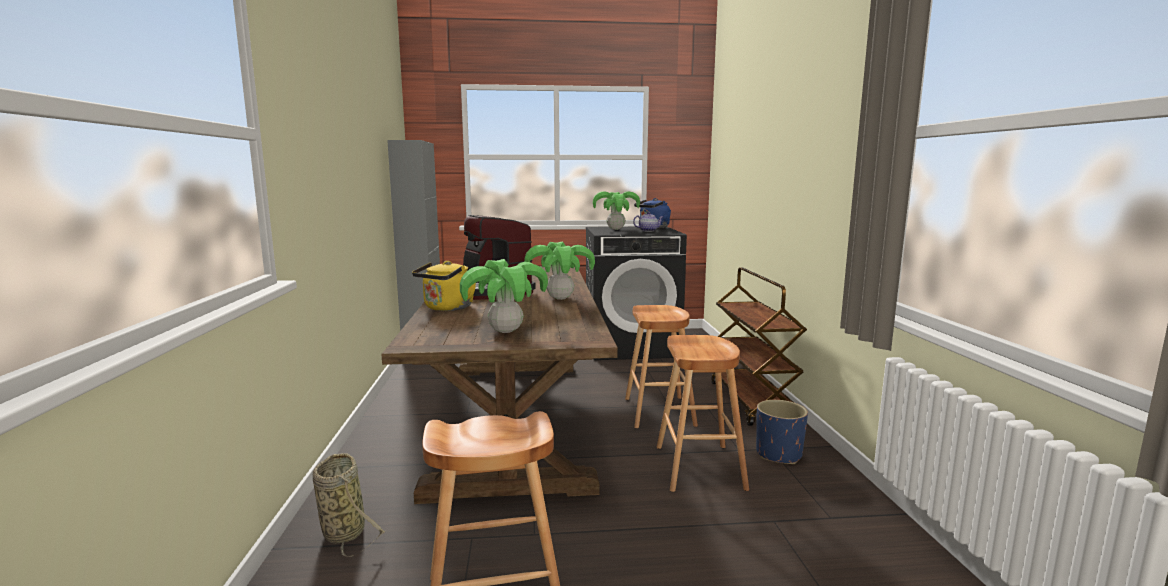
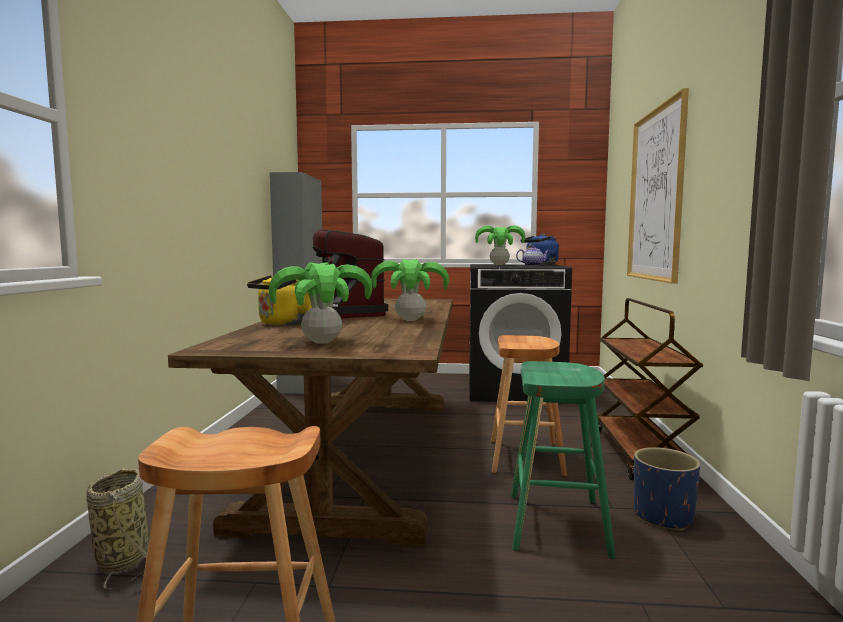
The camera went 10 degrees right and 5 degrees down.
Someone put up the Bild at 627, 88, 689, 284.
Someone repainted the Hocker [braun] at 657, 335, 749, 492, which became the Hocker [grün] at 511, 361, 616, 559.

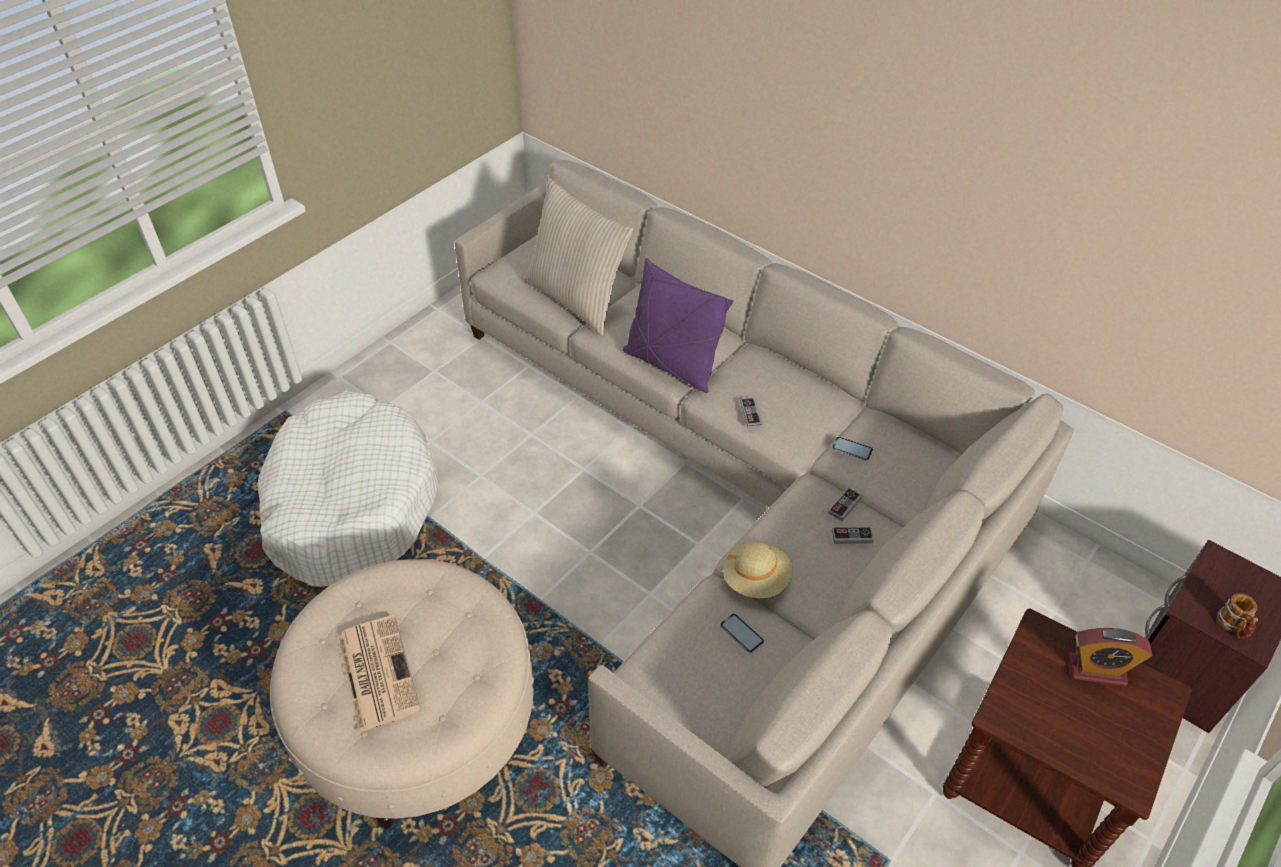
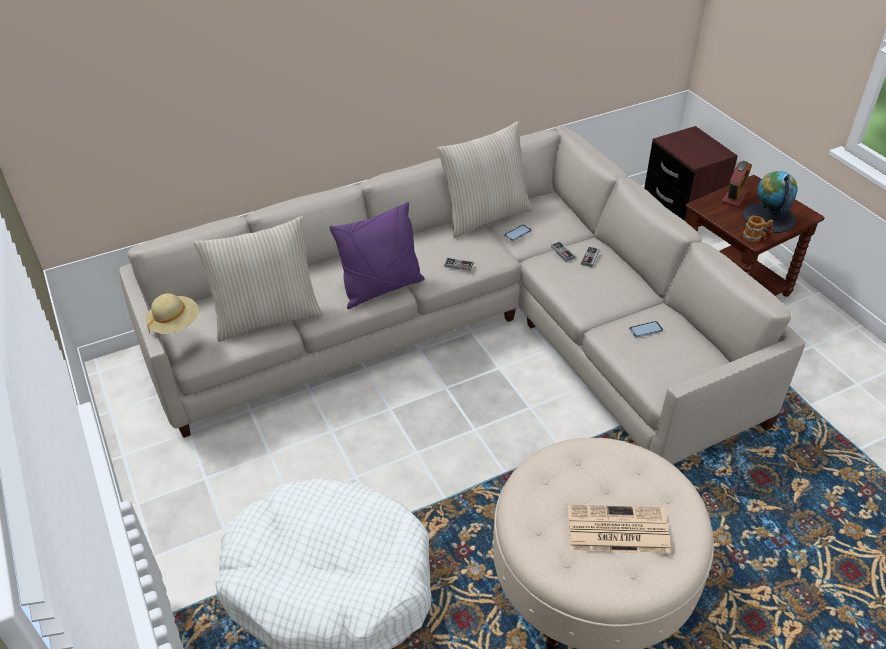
The camera went 65 degrees left and 5 degrees down.
Someone put down the Kissen [beige] at 437, 121, 533, 238.
Someone put down the Globus at 743, 171, 798, 233.
Someone carried the Hut [beige] from 723, 541, 793, 598 to 146, 293, 199, 334.
Someone carried the Henkelbecher from 1217, 593, 1258, 639 to 743, 216, 773, 242.

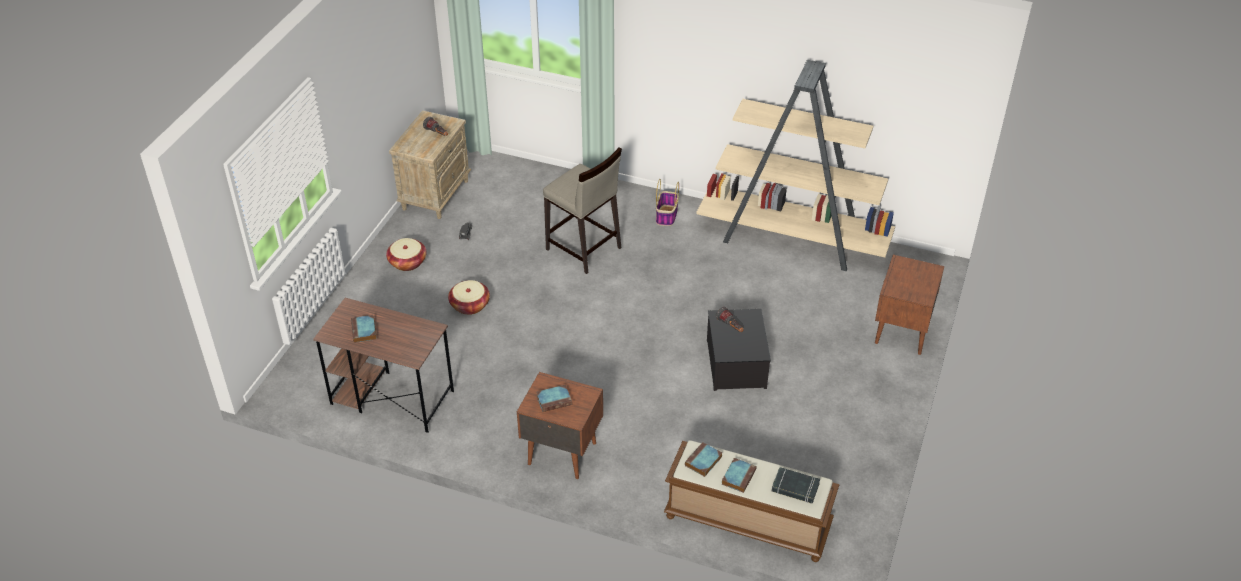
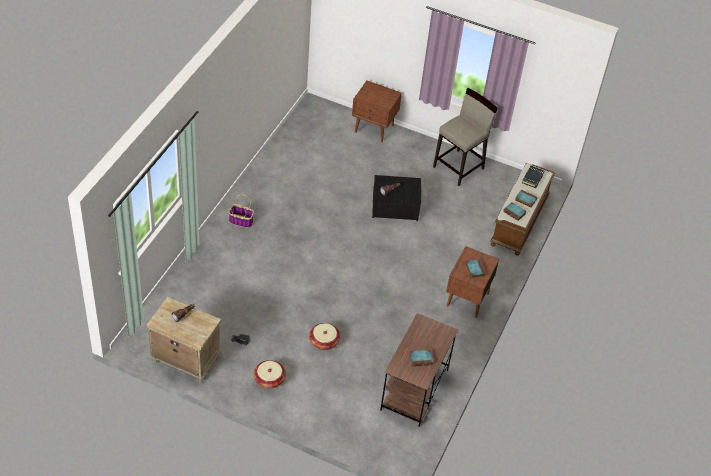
The camera went 90 degrees left and 5 degrees up.
Someone took away the Bücherregal [beige] at 697, 60, 895, 271.
Someone carried the Hocker [beige] from 543, 147, 622, 274 to 433, 88, 498, 186.

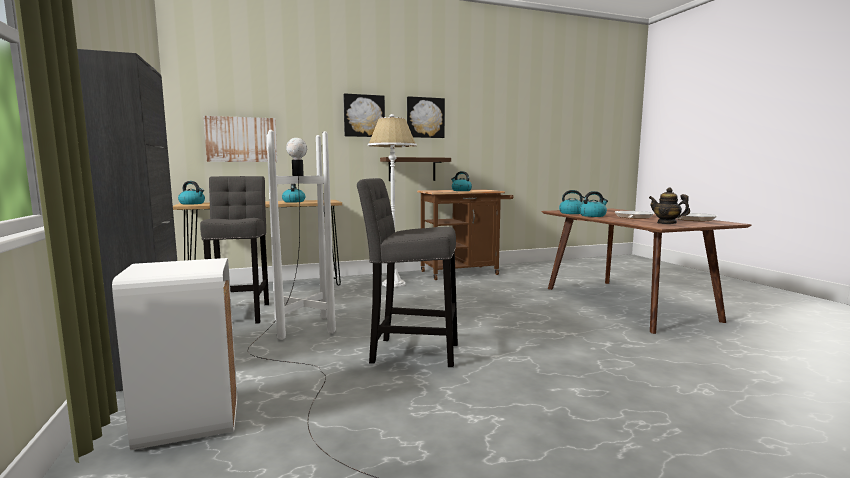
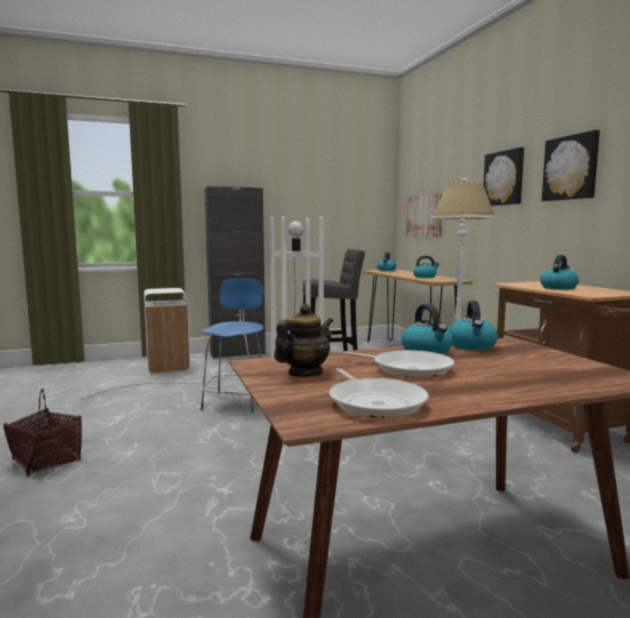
The camera went 90 degrees right and 0 degrees up.
Someone took away the Wandregal at 380, 157, 451, 181.
Someone put down the Korb at 4, 388, 82, 476.
Someone swapped the Hocker [grau] at 357, 178, 458, 367 for the Stuhl [blau] at 201, 278, 263, 413.

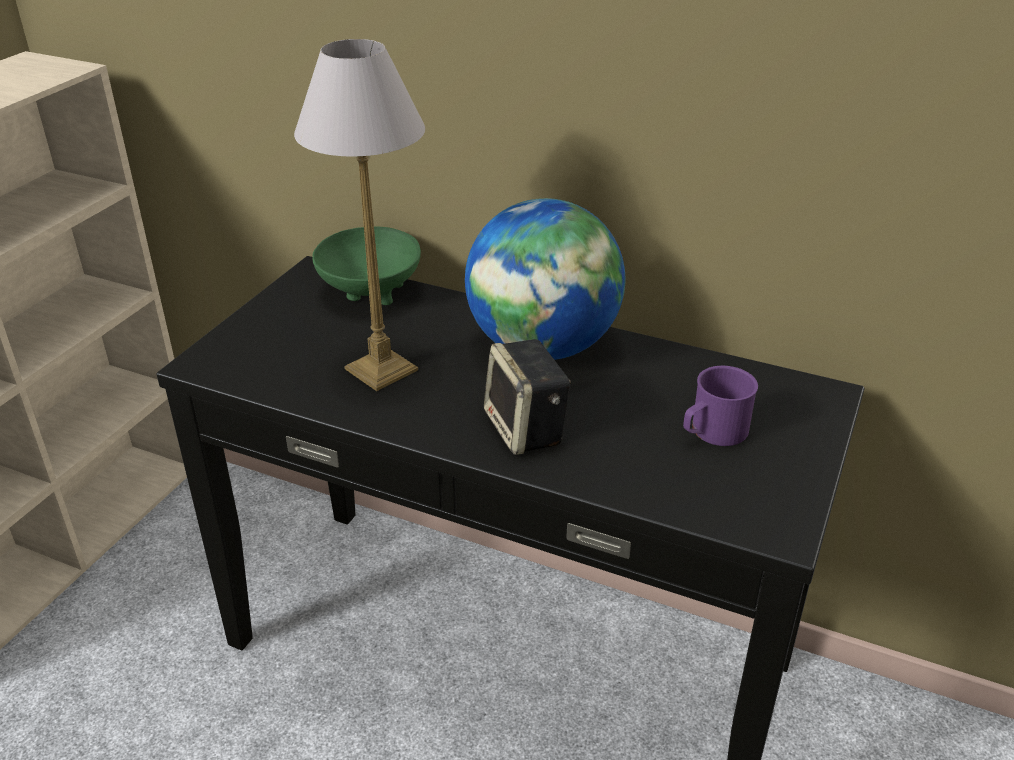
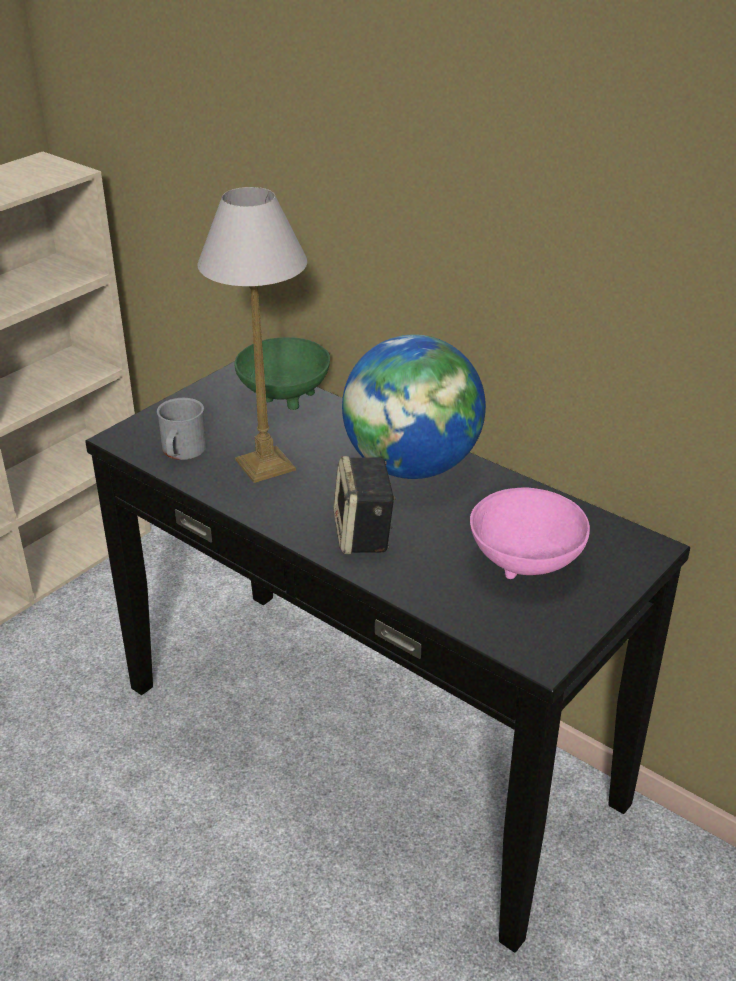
The camera went 15 degrees right and 0 degrees up.
Someone put down the Henkelbecher [grau] at 157, 398, 207, 460.
Someone swapped the Henkelbecher [lila] at 683, 366, 758, 446 for the Schüssel [rosa] at 470, 488, 590, 579.

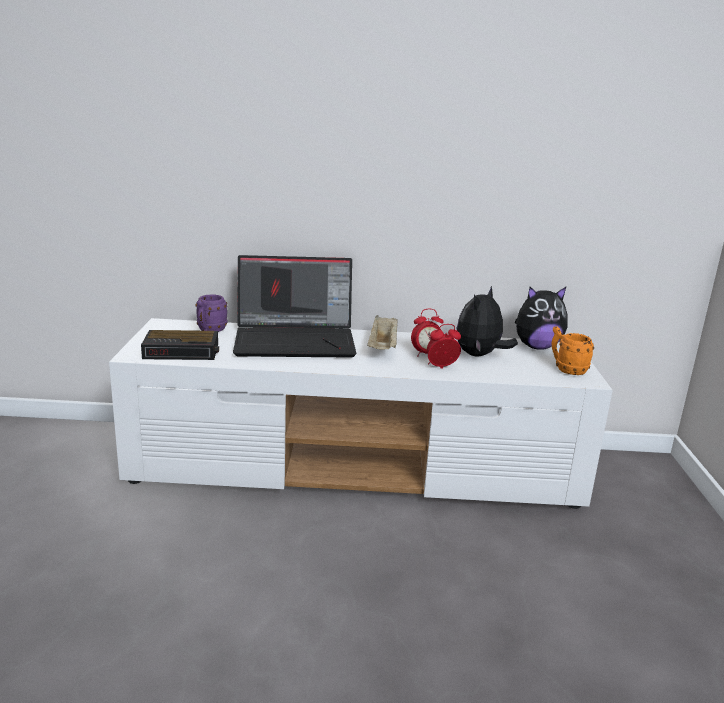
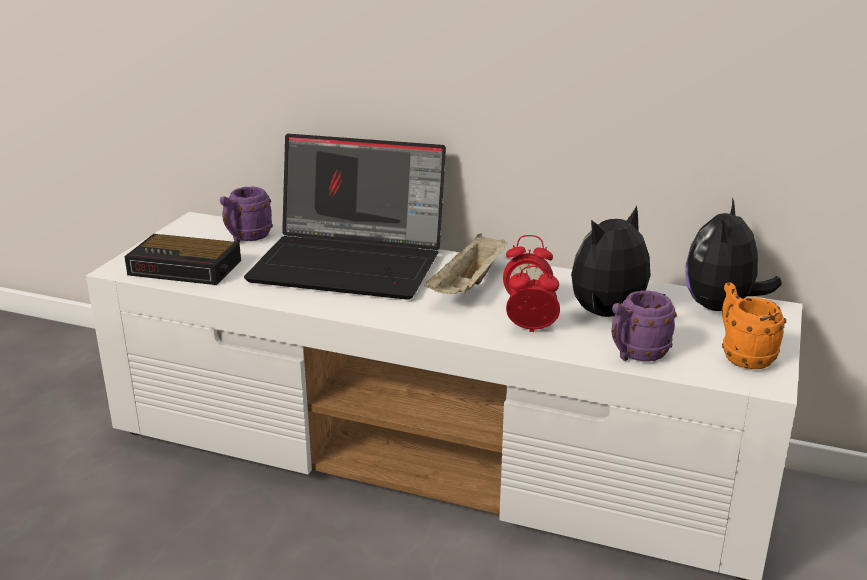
The camera went 20 degrees right and 5 degrees up.
Someone put down the Henkelbecher [lila] at 611, 290, 677, 362.
Someone rotated the Plüschtier at 515, 287, 568, 350 by 105 degrees clockwise.

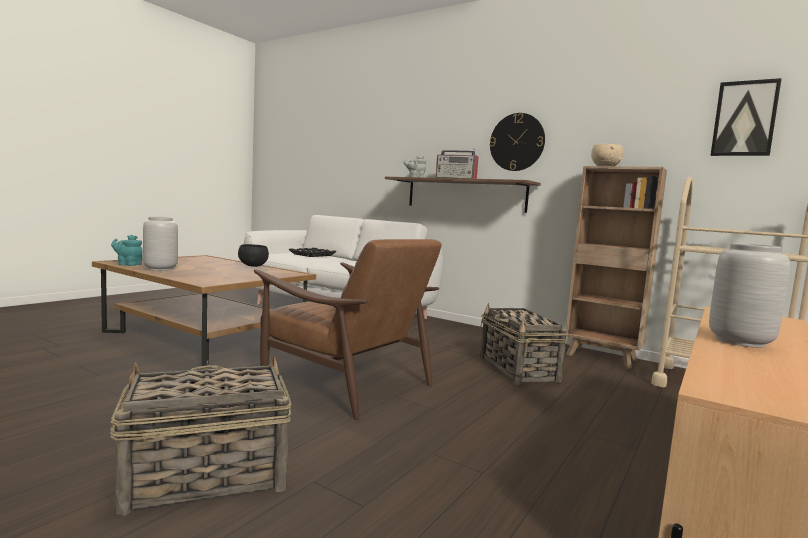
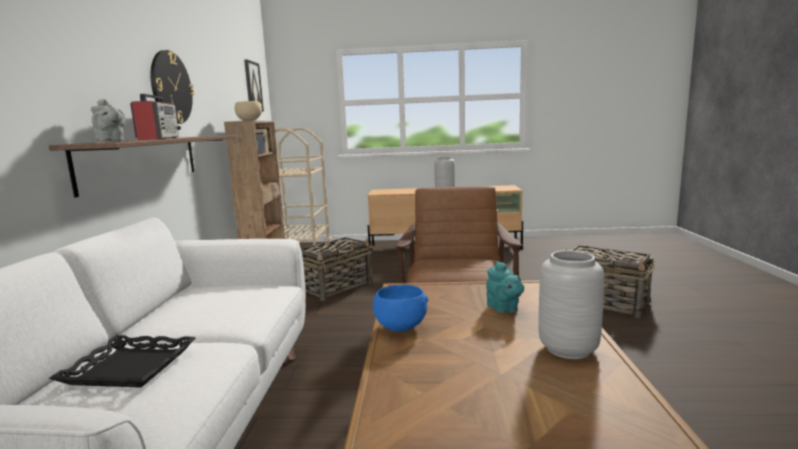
The camera went 120 degrees left and 5 degrees up.
Someone carried the Teekanne [türkis] from 111, 235, 143, 266 to 486, 261, 524, 313.
Someone repainted the Schüssel [schwarz] at 238, 244, 269, 267, which became the Schüssel [blau] at 373, 285, 429, 332.

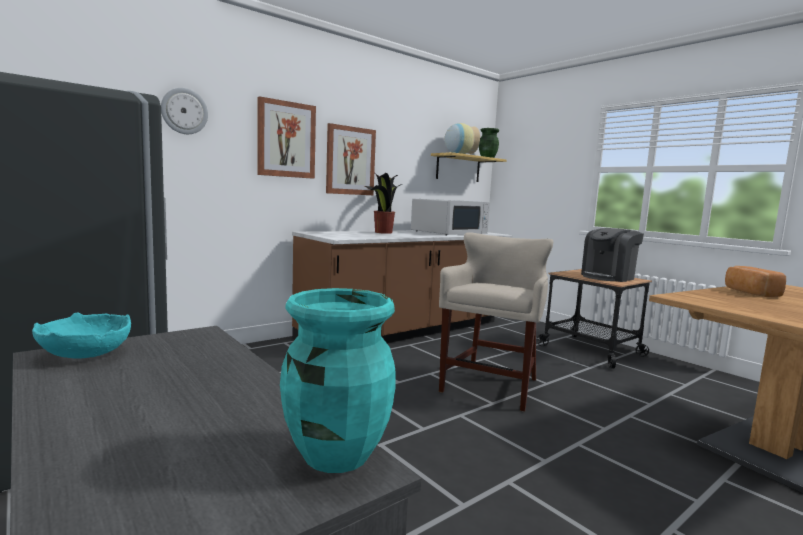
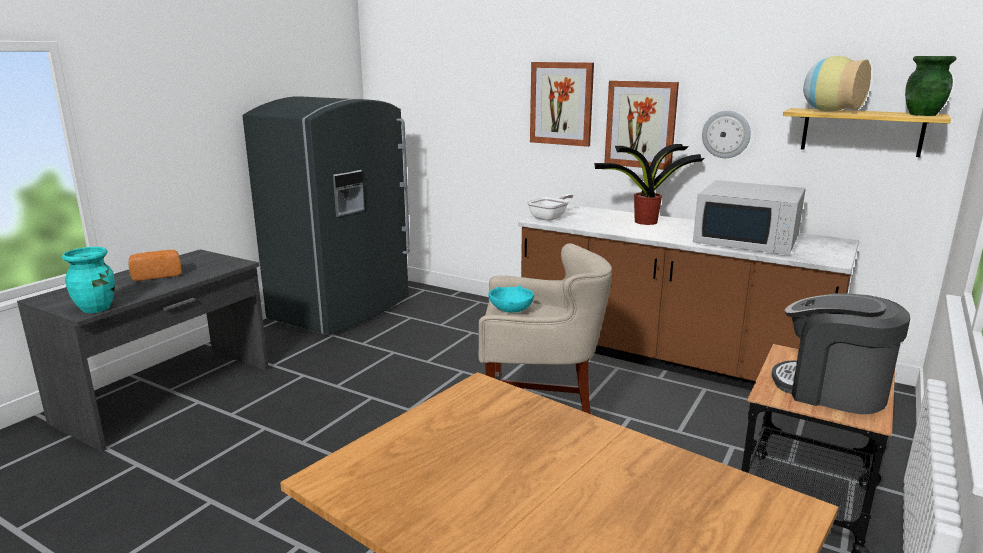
The camera went 70 degrees right and 10 degrees up.
Someone put down the Pfanne at 527, 194, 573, 221.
Someone carried the Schüssel [türkis] from 32, 312, 131, 359 to 488, 285, 534, 313.
Someone carried the Wanduhr from 161, 88, 208, 134 to 702, 111, 751, 158.
Someone carried the Brot from 725, 266, 786, 297 to 129, 250, 181, 281.

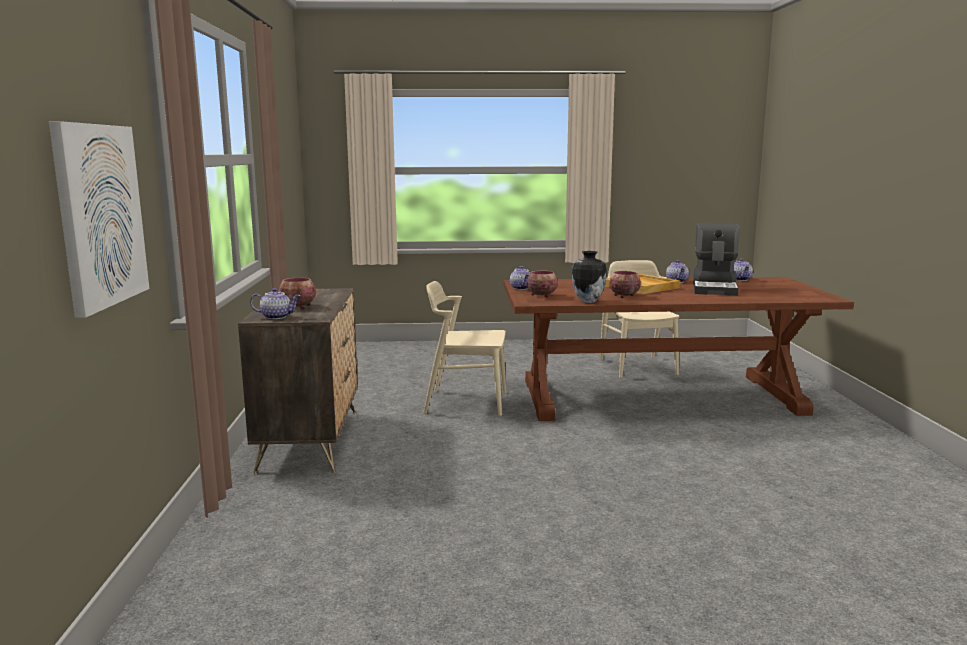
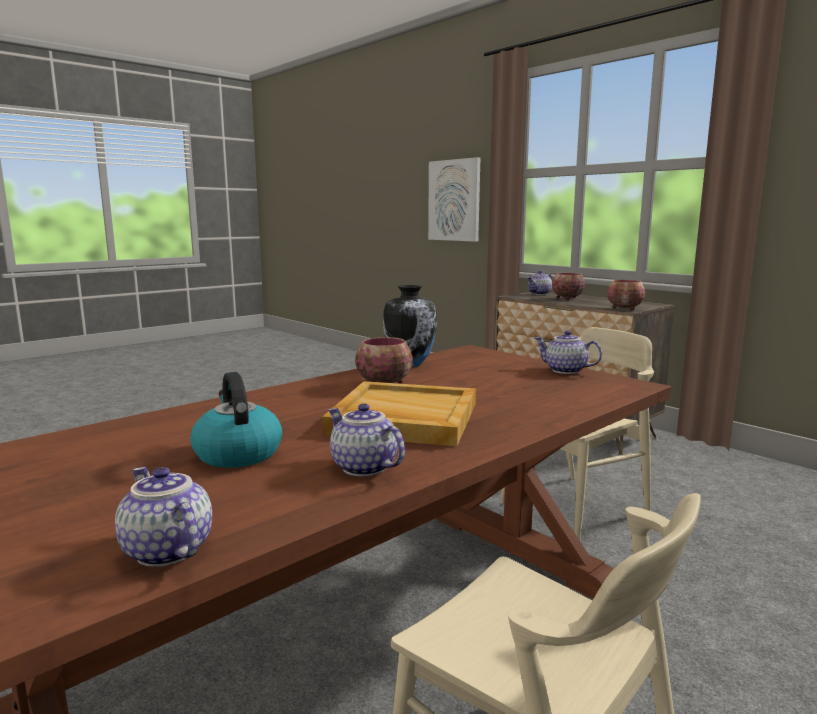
The camera went 140 degrees right and 0 degrees up.
Someone carried the Schüssel from 527, 271, 558, 297 to 607, 280, 645, 310.
Someone swapped the Kaffeemaschine at 693, 223, 740, 296 for the Wasserkessel at 191, 372, 282, 468.

